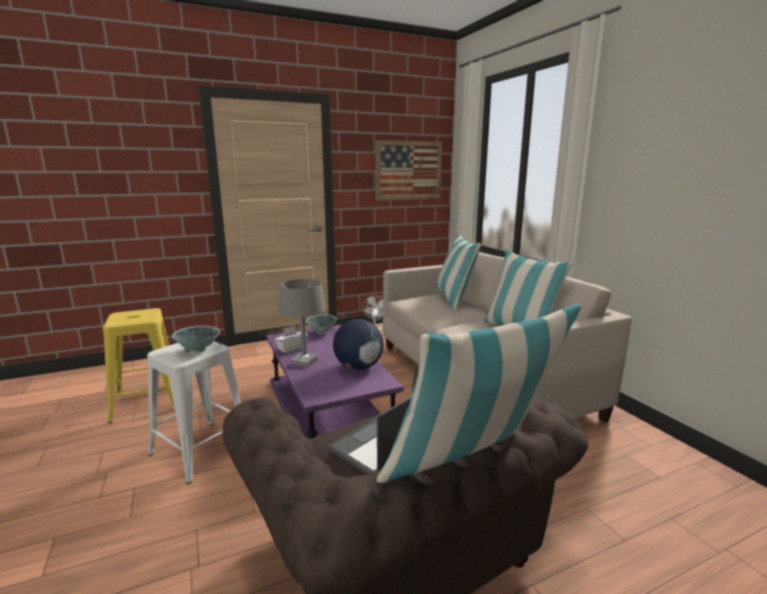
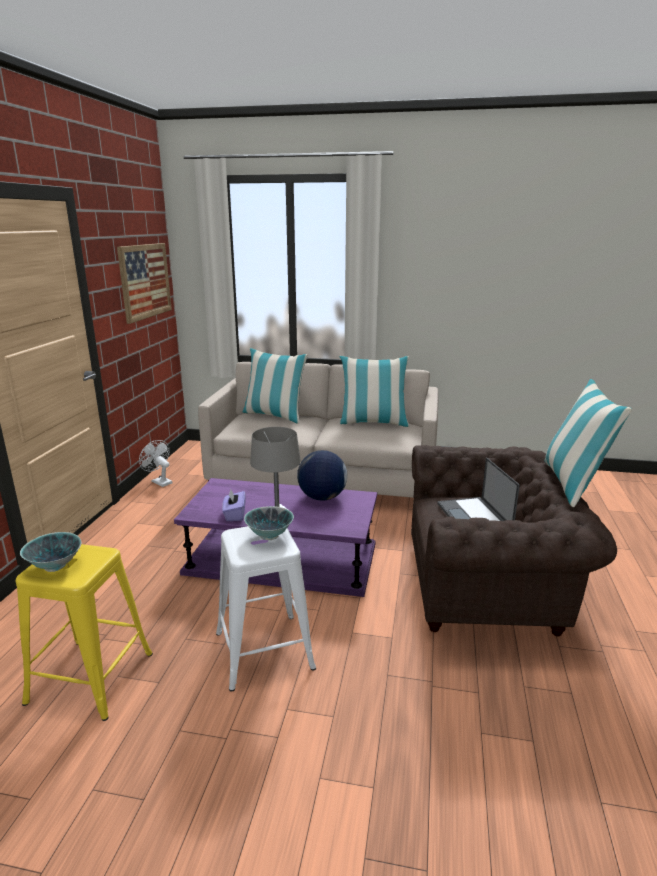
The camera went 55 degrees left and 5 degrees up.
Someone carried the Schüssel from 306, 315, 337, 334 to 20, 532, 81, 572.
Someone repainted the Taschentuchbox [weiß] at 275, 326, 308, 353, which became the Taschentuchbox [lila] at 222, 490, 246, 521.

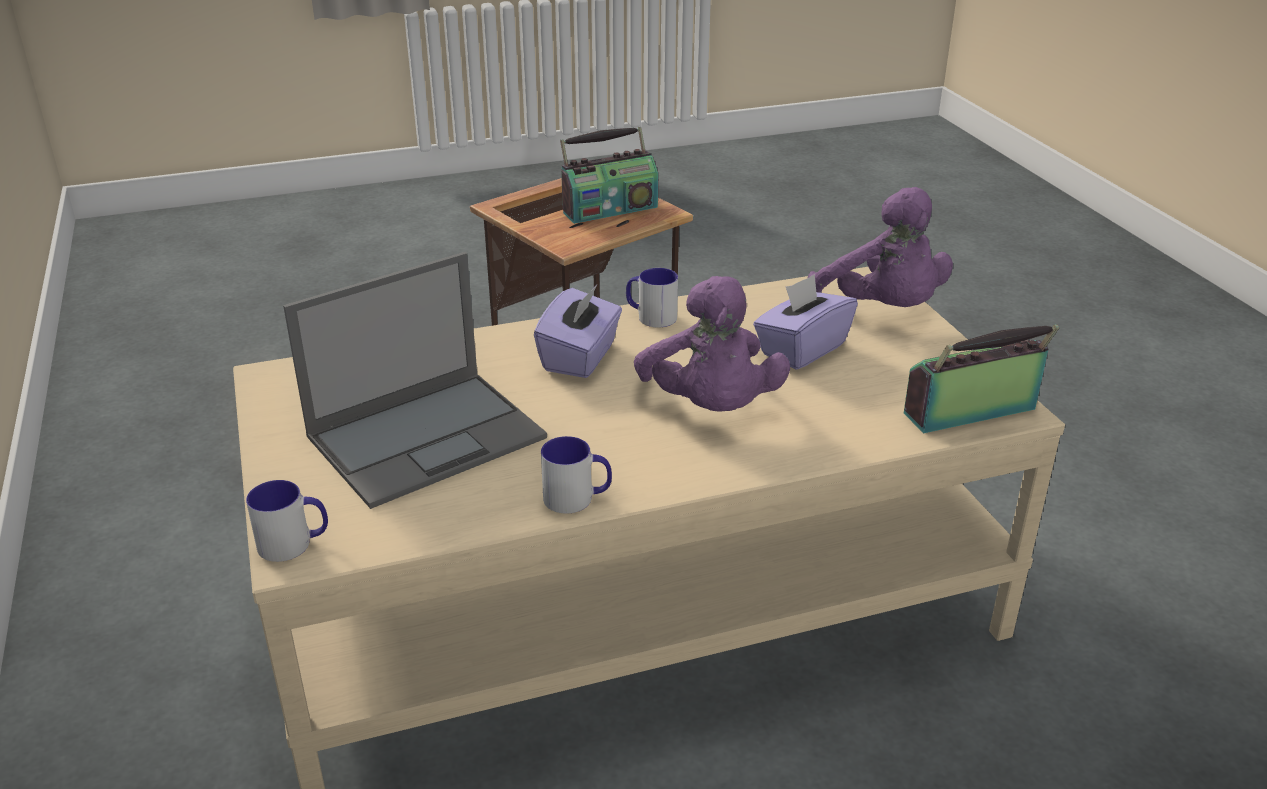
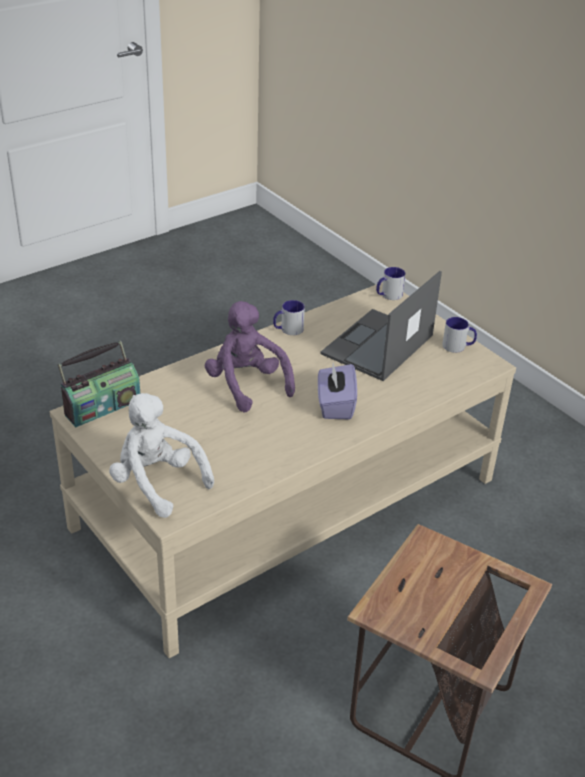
The camera went 160 degrees right and 5 degrees up.
Someone took away the Radio at 560, 127, 658, 224.
Someone took away the Taschentuchbox [lila] at 753, 274, 858, 370.
Someone carried the Henkelbecher from 626, 268, 678, 328 to 442, 317, 477, 353.
Someone repainted the Plüschtier [lila] at 808, 187, 953, 307, which became the Plüschtier [weiß] at 109, 393, 214, 518.

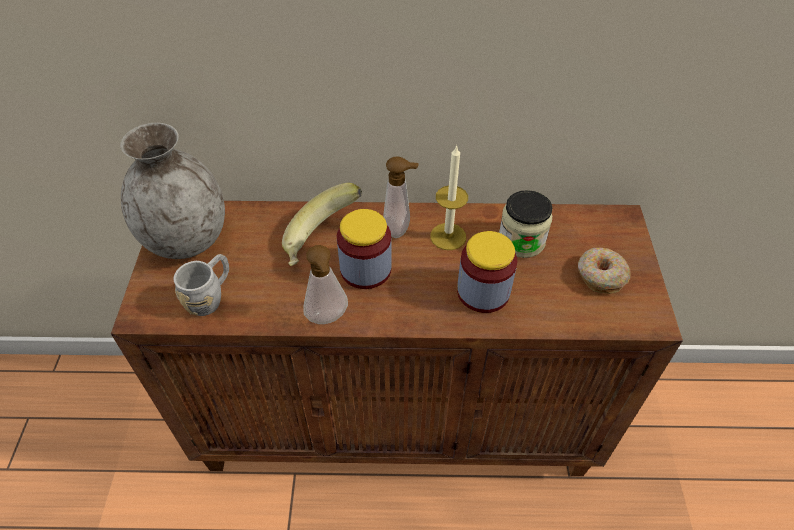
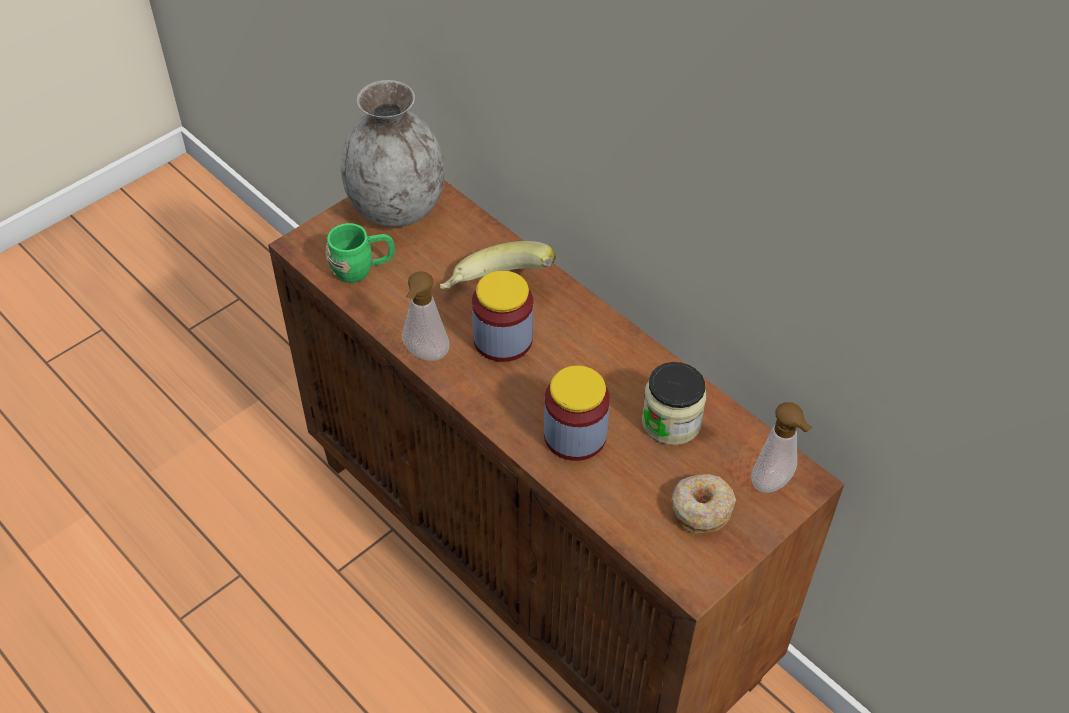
The camera went 45 degrees right and 0 degrees up.
Someone took away the Kerze at 430, 145, 468, 250.
Someone carried the Seifenspender from 383, 156, 419, 238 to 752, 402, 812, 493.
Someone repainted the Henkelbecher [grau] at 174, 254, 229, 316, which became the Henkelbecher [grün] at 325, 223, 395, 283.

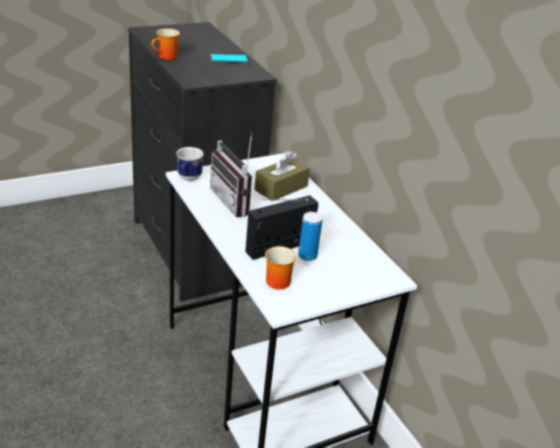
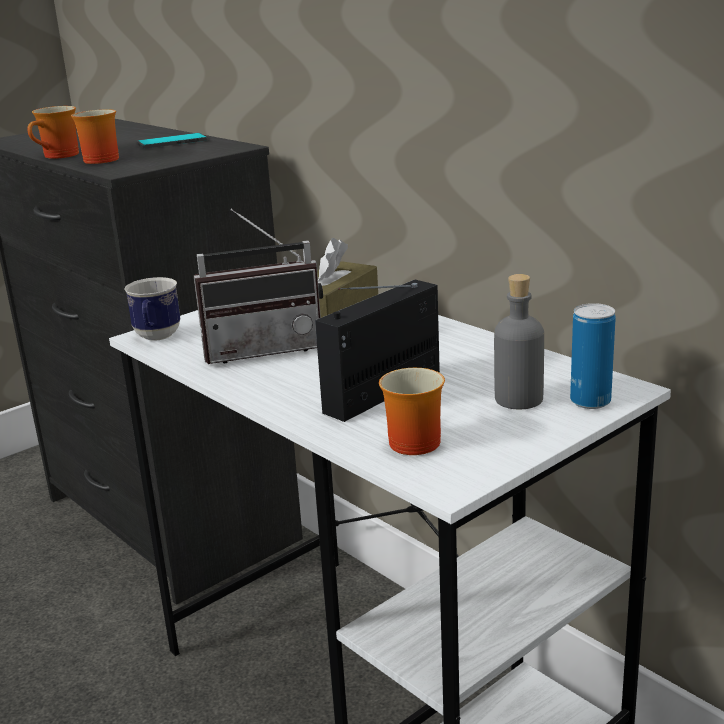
The camera went 10 degrees left and 10 degrees down.
Someone put down the Henkelbecher at 71, 109, 119, 164.
Someone put down the Flasche [grau] at 494, 274, 544, 409.
Someone carried the Dose from 298, 212, 322, 261 to 570, 303, 616, 409.
Someone rotated the Radio at 210, 132, 252, 218 by 60 degrees counterclockwise.

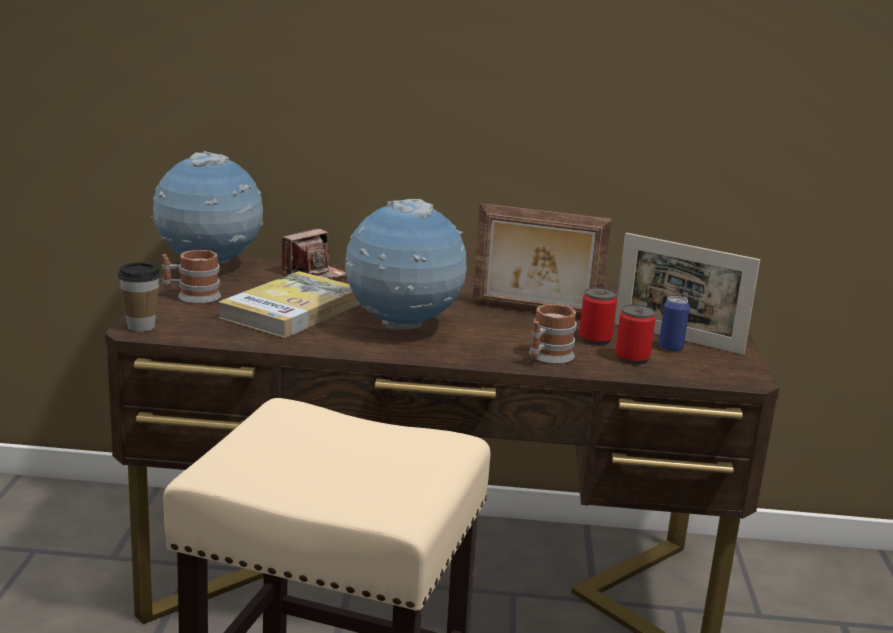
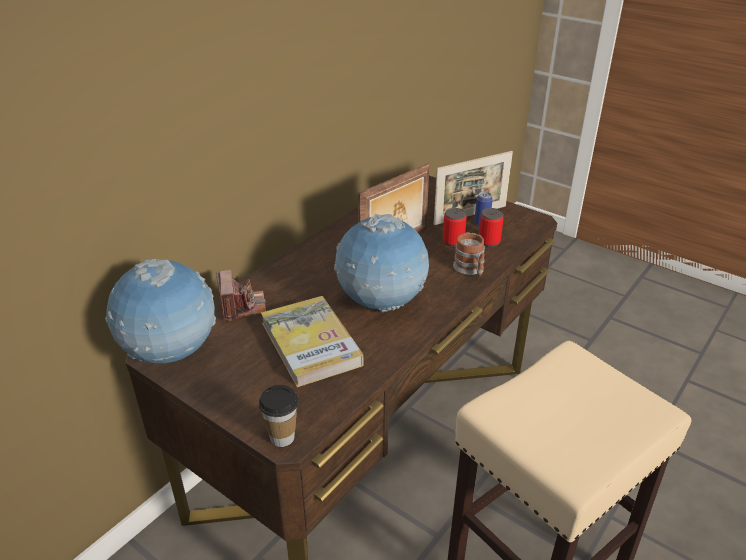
The camera went 55 degrees left and 15 degrees up.
Someone took away the Henkelbecher at 162, 250, 221, 304.

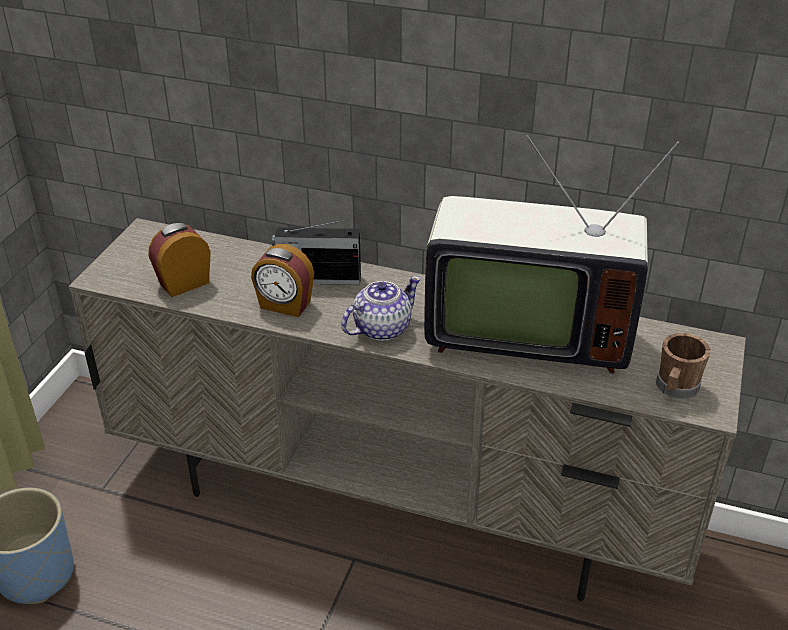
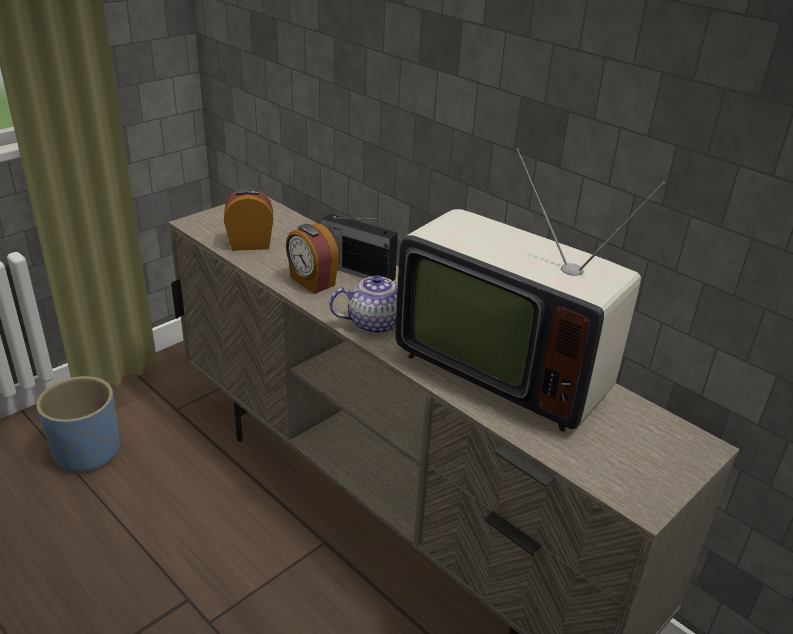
The camera went 25 degrees right and 5 degrees down.
Someone took away the Henkelbecher [braun] at 656, 333, 710, 399.

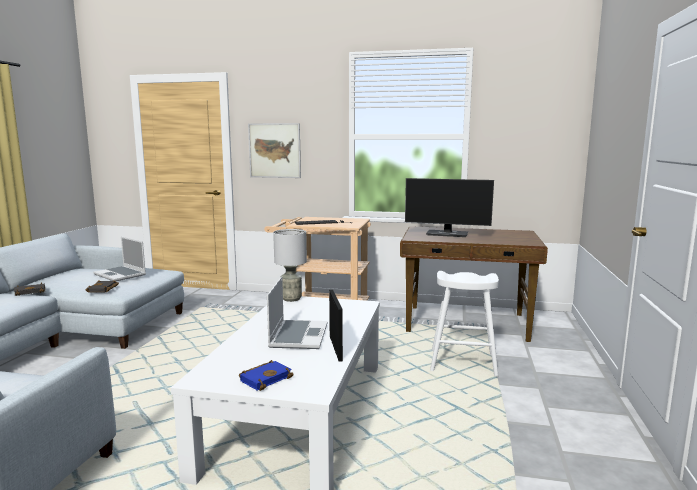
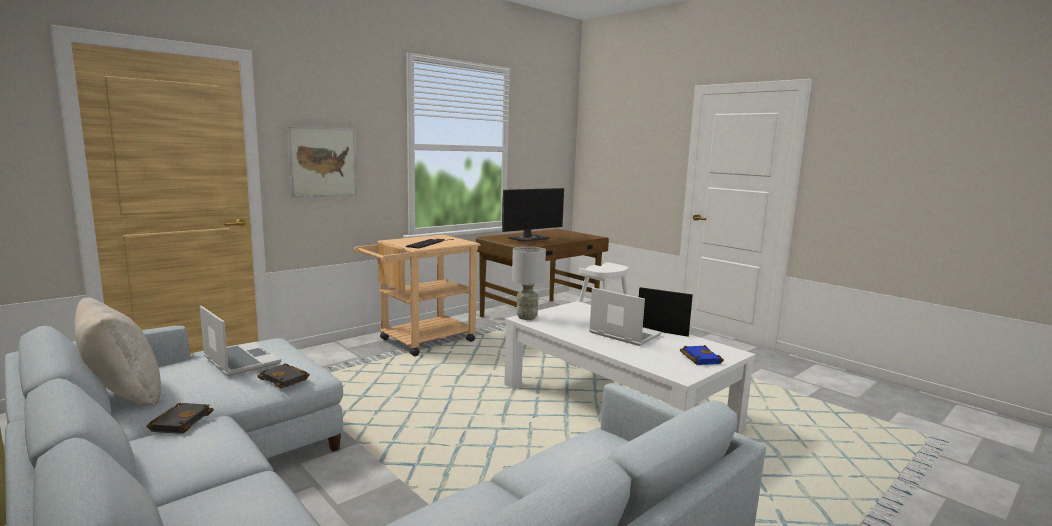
The camera went 55 degrees left and 0 degrees up.
Someone put down the Kissen [beige] at 75, 297, 161, 407.
Someone rotated the Laptop at 94, 236, 146, 281 by 120 degrees counterclockwise.

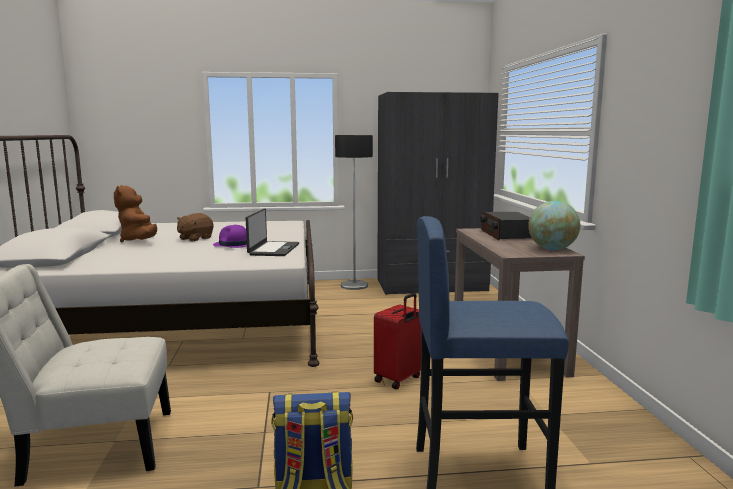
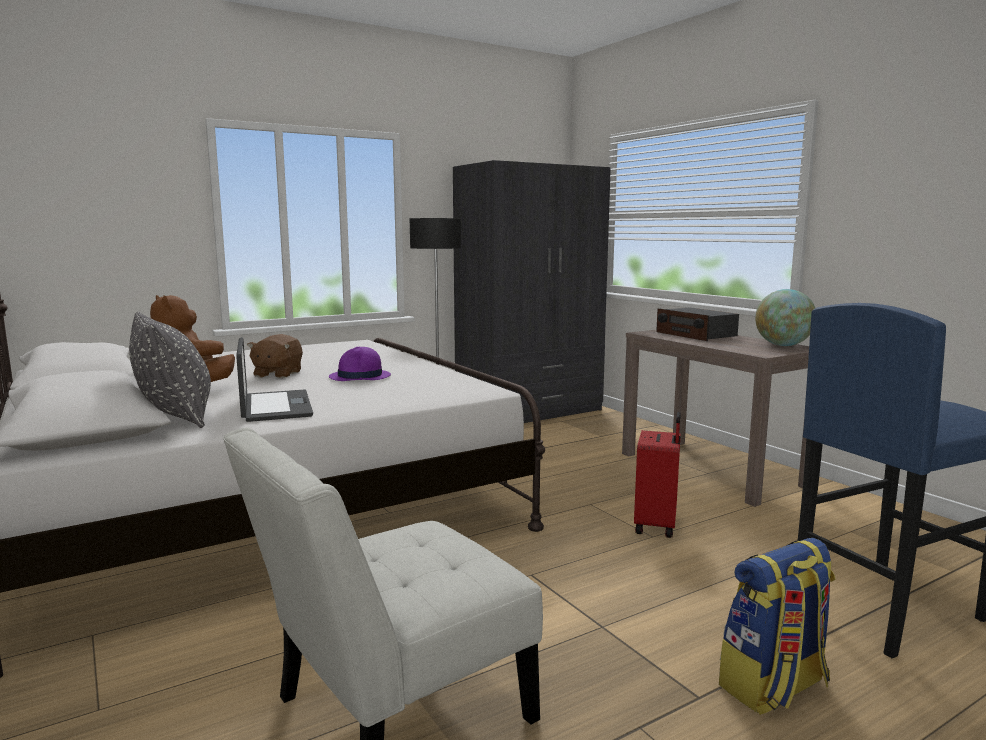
The camera went 25 degrees left and 0 degrees up.
Someone put down the Kissen [grau] at 129, 312, 211, 428.
Someone carried the Laptop from 246, 208, 299, 256 to 236, 337, 313, 422.

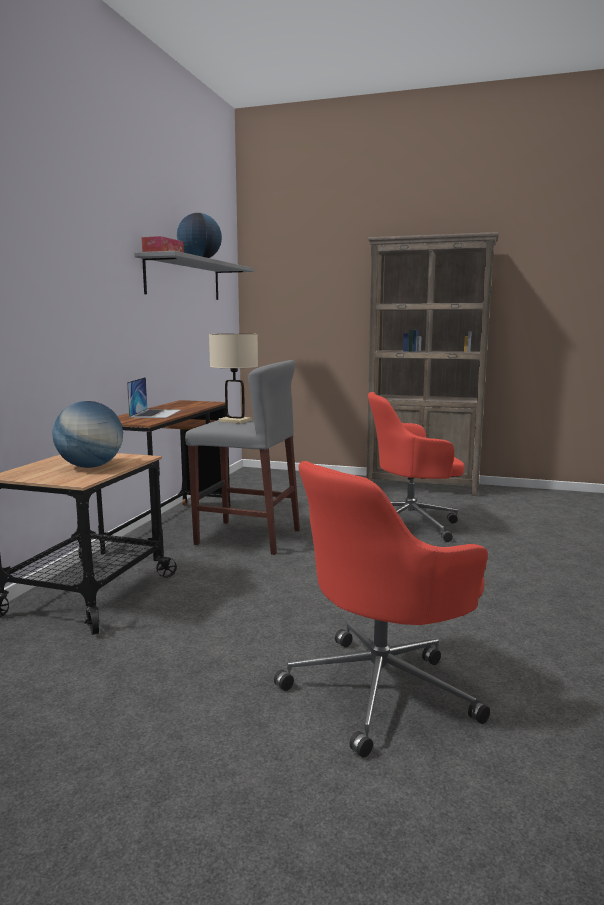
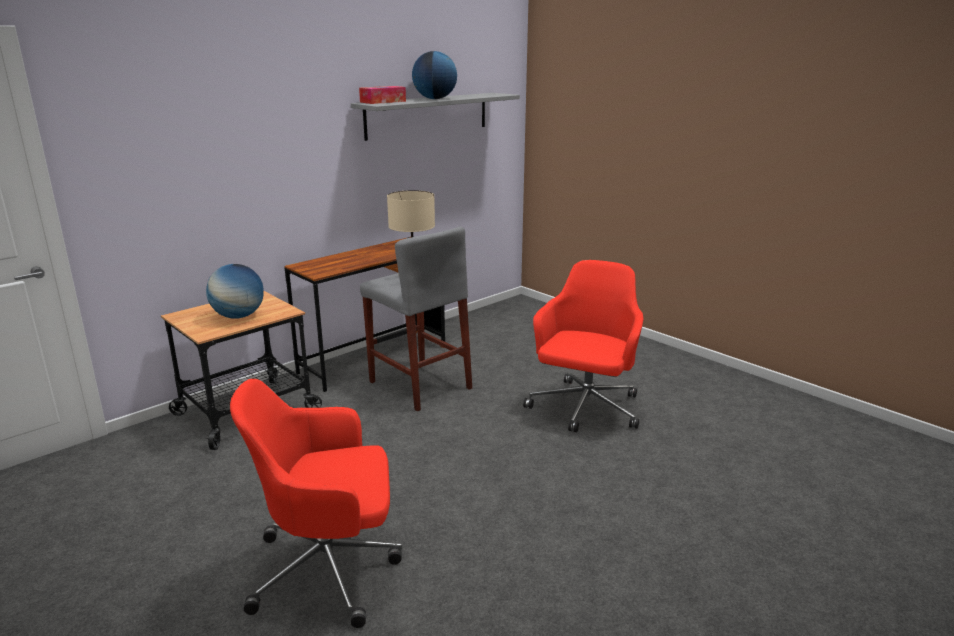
The camera went 30 degrees right and 10 degrees up.
Someone took away the Laptop at 127, 377, 181, 418.
Someone took away the Bücherregal [braun] at 366, 232, 498, 496.
Someone rotated the Bürostuhl [rot] at 368, 392, 465, 542 by 90 degrees clockwise.

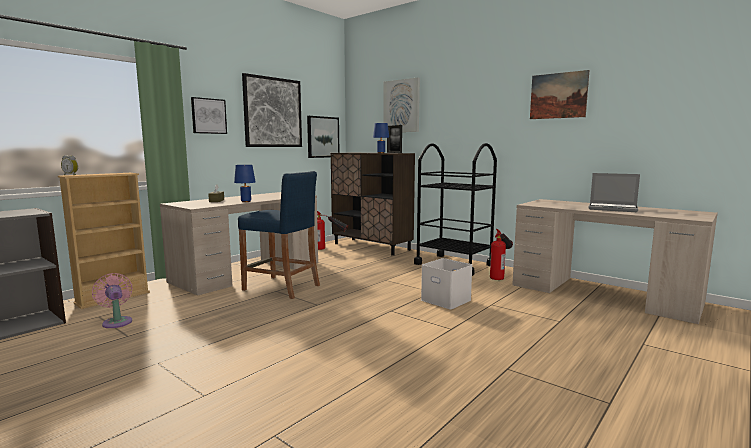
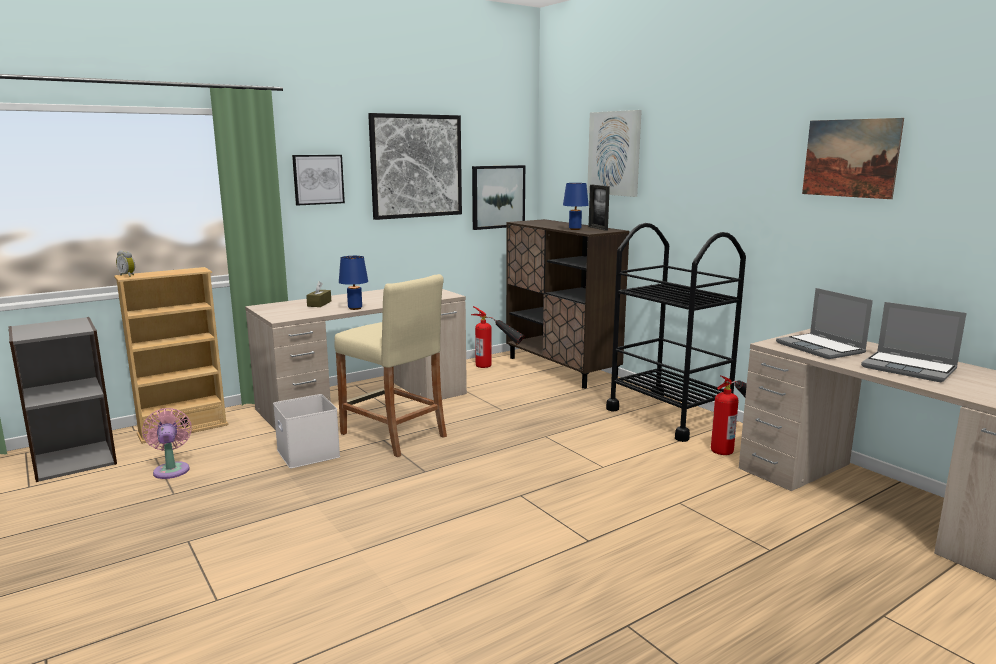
The camera went 15 degrees right and 5 degrees up.
Someone put down the Laptop at 776, 288, 873, 359.
Someone carried the Aufbewahrungsbox [weiß] from 421, 258, 473, 310 to 273, 394, 340, 468.
Someone repainted the Hocker [blau] at 238, 171, 320, 299, which became the Hocker [beige] at 334, 274, 447, 457.

